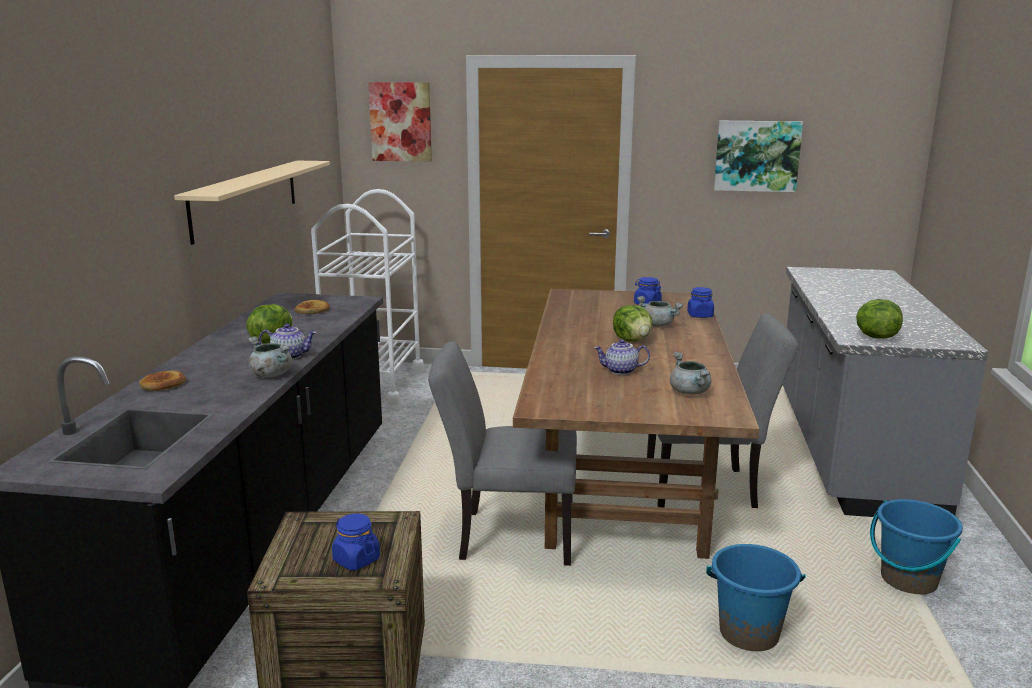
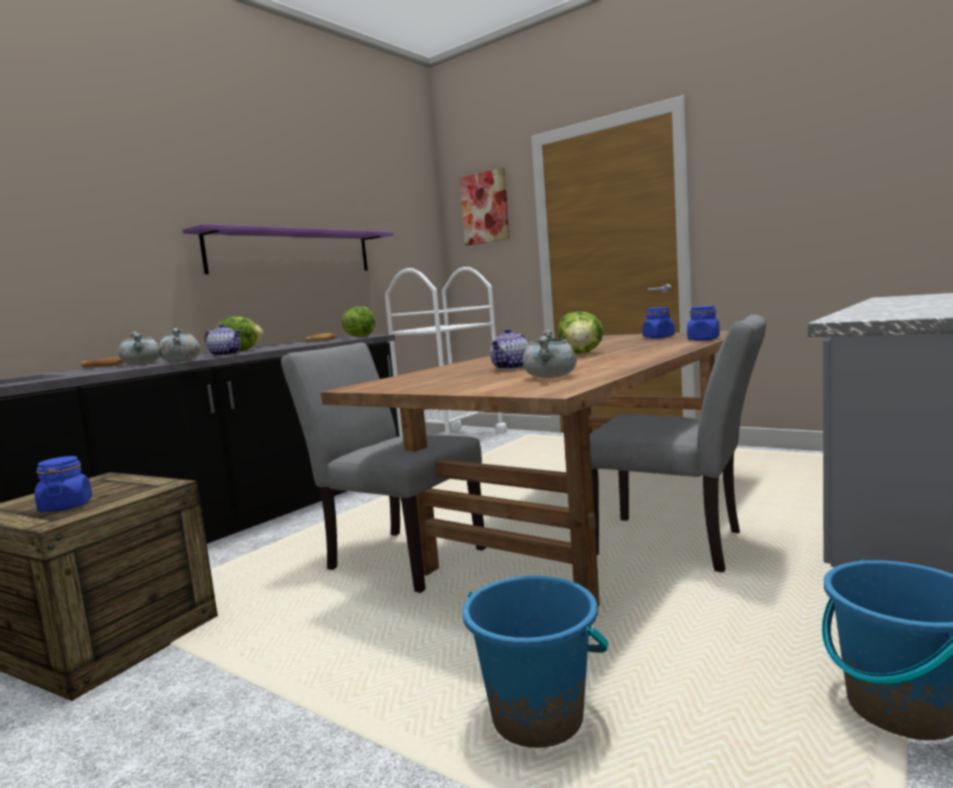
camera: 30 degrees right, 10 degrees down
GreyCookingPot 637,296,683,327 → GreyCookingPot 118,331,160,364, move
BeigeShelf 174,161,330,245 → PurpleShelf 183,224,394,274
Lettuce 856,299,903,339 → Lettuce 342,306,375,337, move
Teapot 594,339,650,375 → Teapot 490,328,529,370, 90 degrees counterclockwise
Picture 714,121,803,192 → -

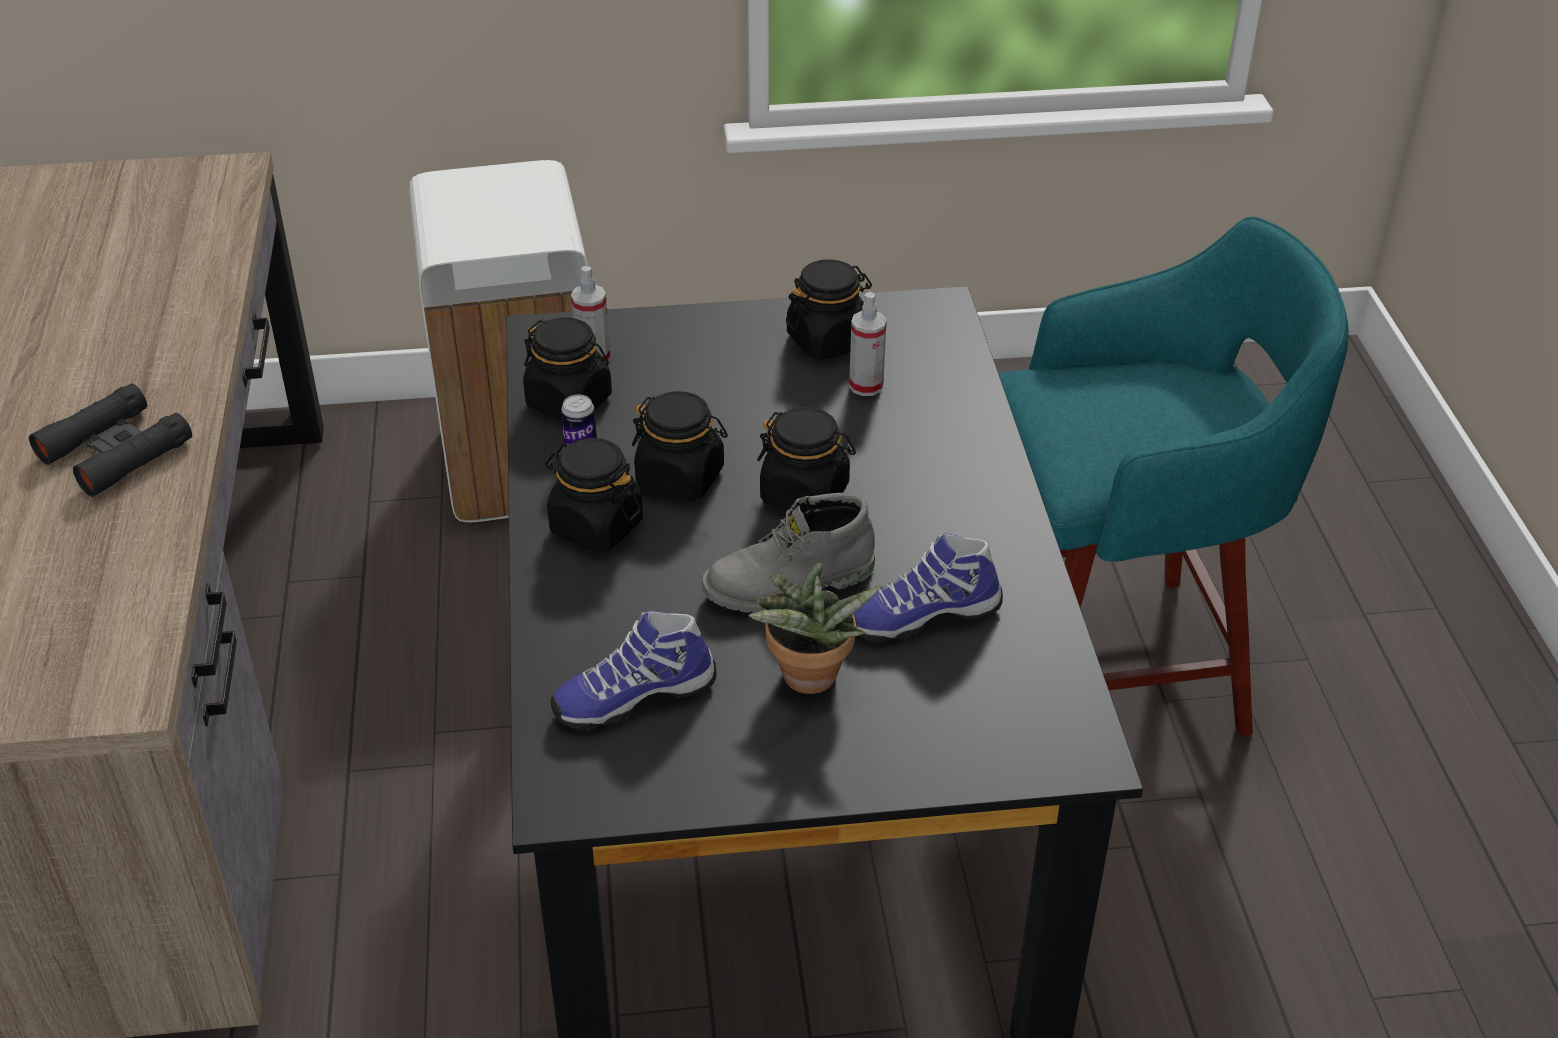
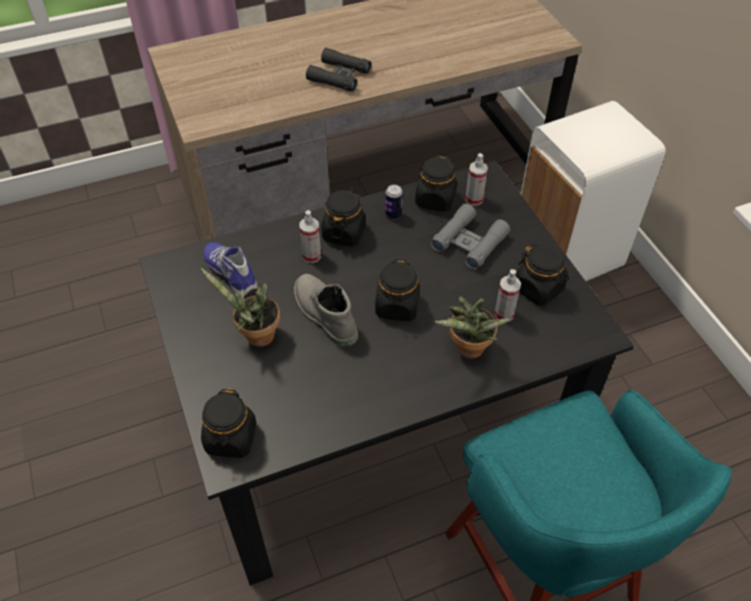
camera: 75 degrees right, 10 degrees up
BlackJar 632,391,728,501 → BlackJar 201,388,257,458, move
- → SprayBottle 299,210,321,263
- → GreyBinoculars 430,203,510,270
- → PottedPlant 435,297,512,359
Shoe 853,534,1003,642 → -

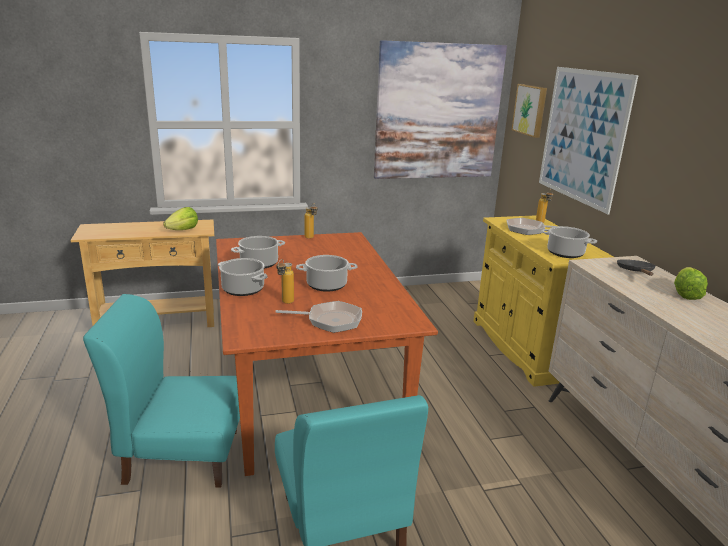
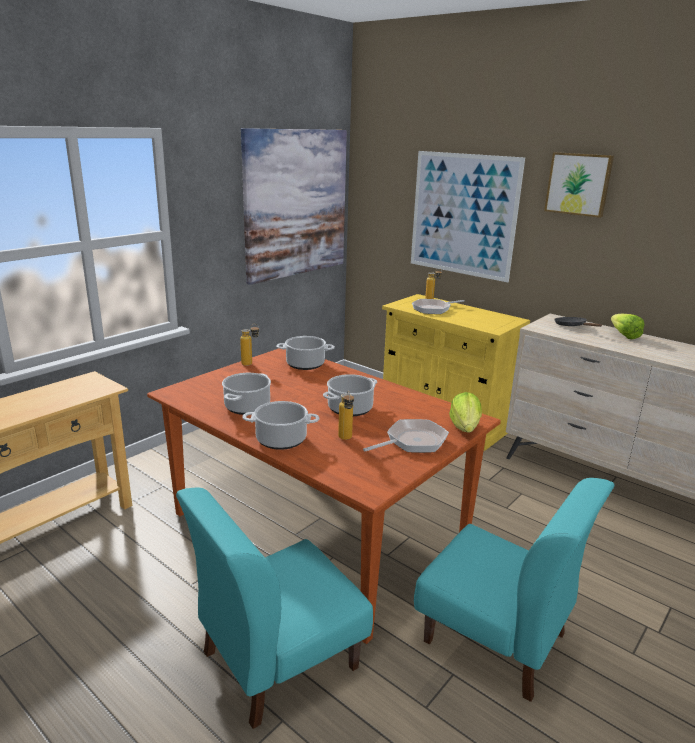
camera: 35 degrees left, 0 degrees up
CookingPot 541,226,597,258 → CookingPot 276,336,335,370, move
Lettuce 163,207,198,230 → Lettuce 449,392,482,433, move
Picture 512,84,547,138 → Picture 544,152,614,218, move

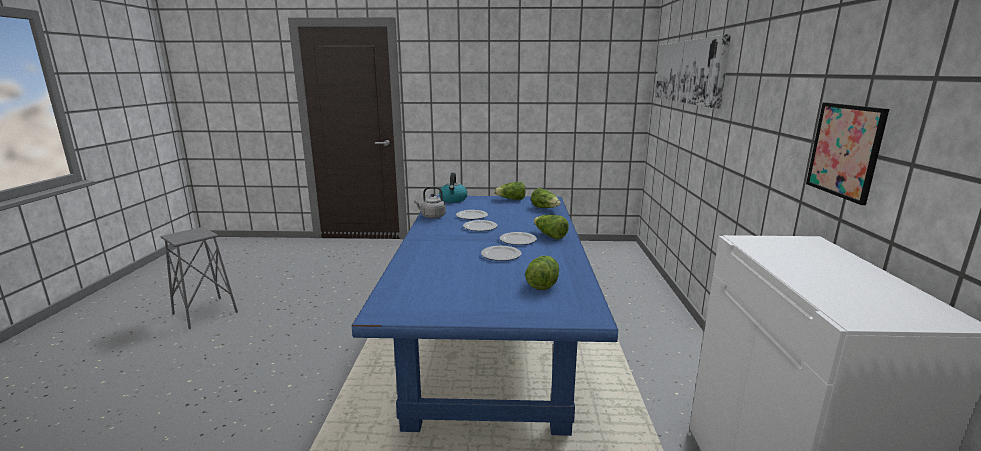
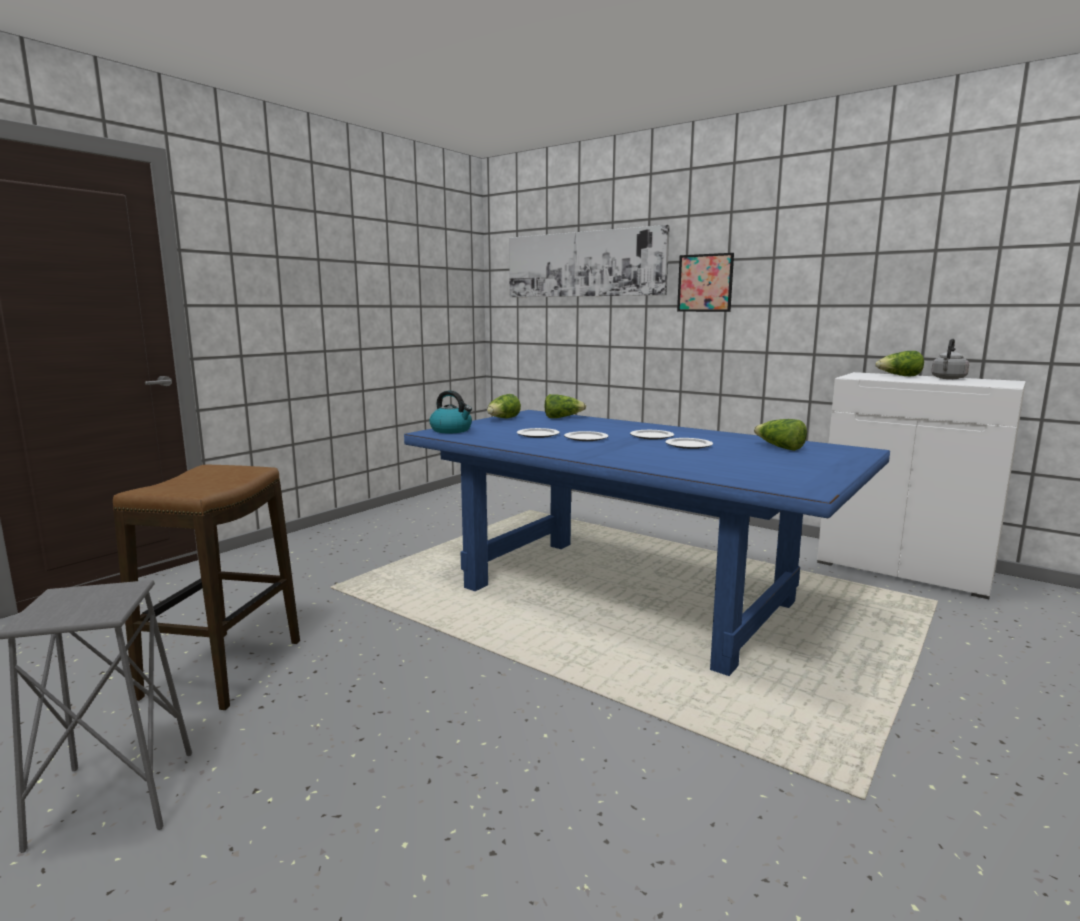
camera: 55 degrees left, 5 degrees down
- → Stool 113,465,300,710
Picture 806,103,889,205 → Picture 677,253,734,312, move
Lettuce 534,215,569,239 → Lettuce 875,351,924,376, move
GreyKettle 414,187,446,218 → GreyKettle 931,339,969,379, move

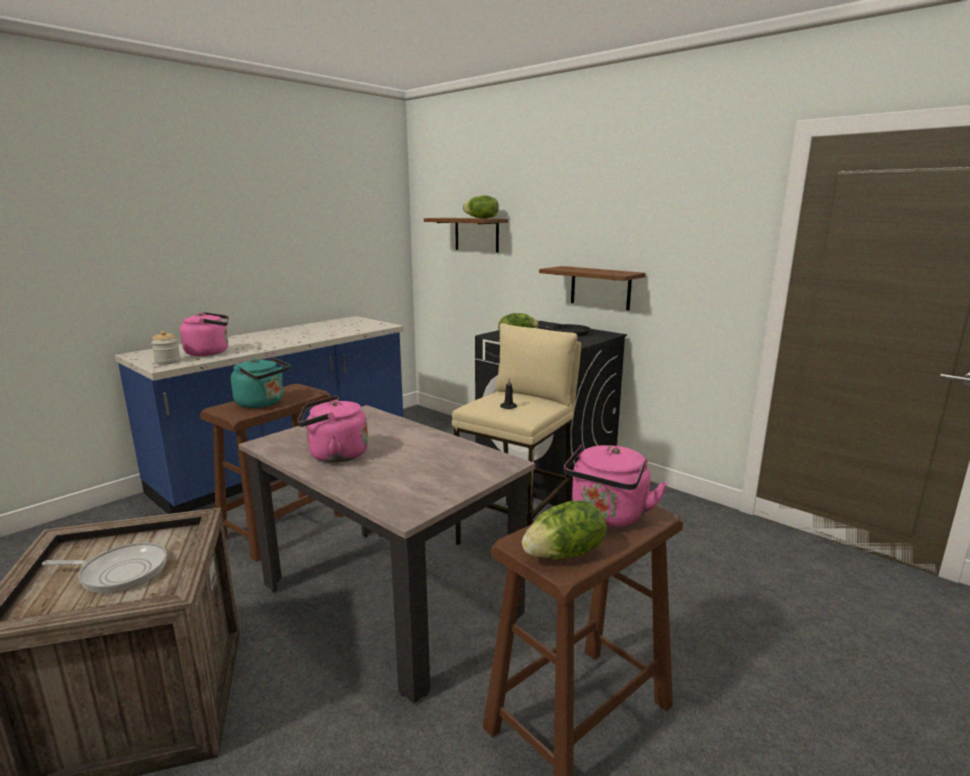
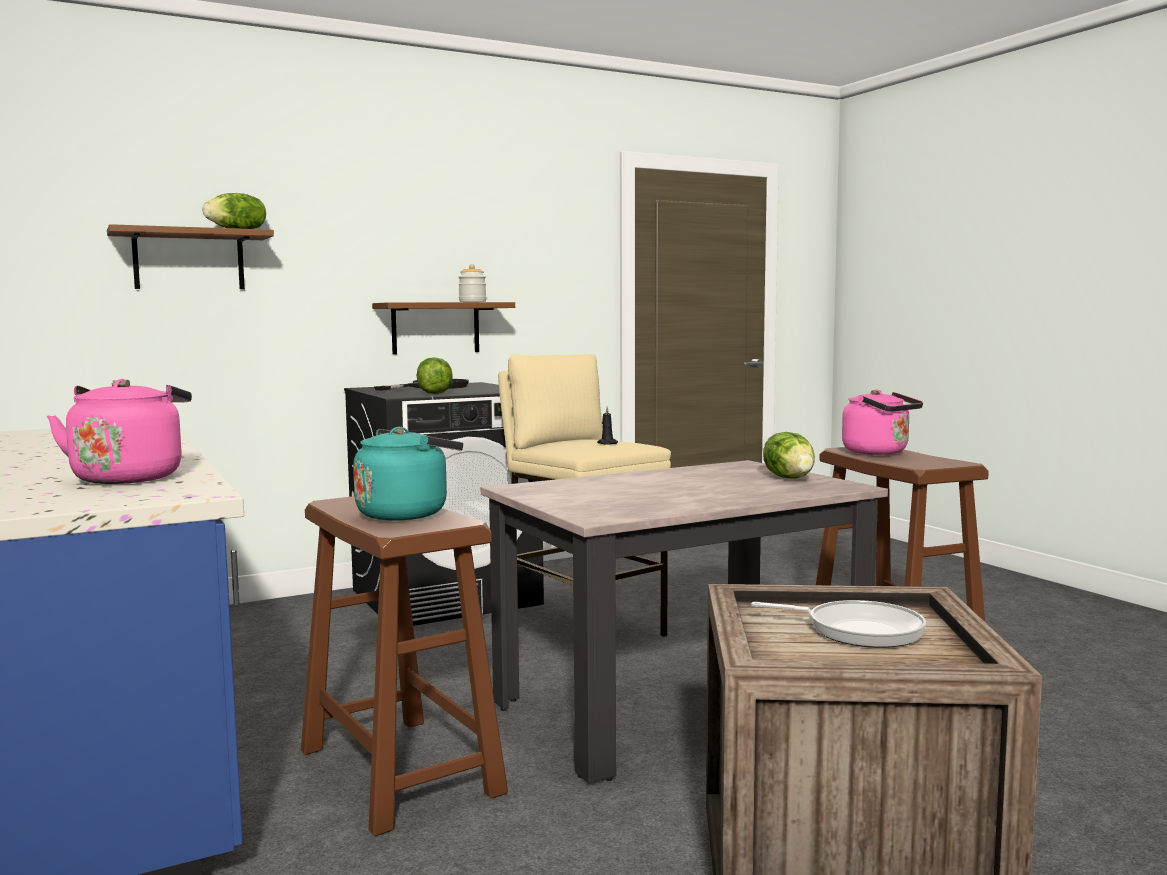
camera: 70 degrees left, 10 degrees down
Jar 151,331,181,365 → Jar 458,264,486,302, move
FryingPan 42,542,167,593 → FryingPan 751,600,926,648, 90 degrees clockwise
Lettuce 522,500,607,559 → Lettuce 763,432,815,479, move
PinkKettle 297,396,368,463 → -

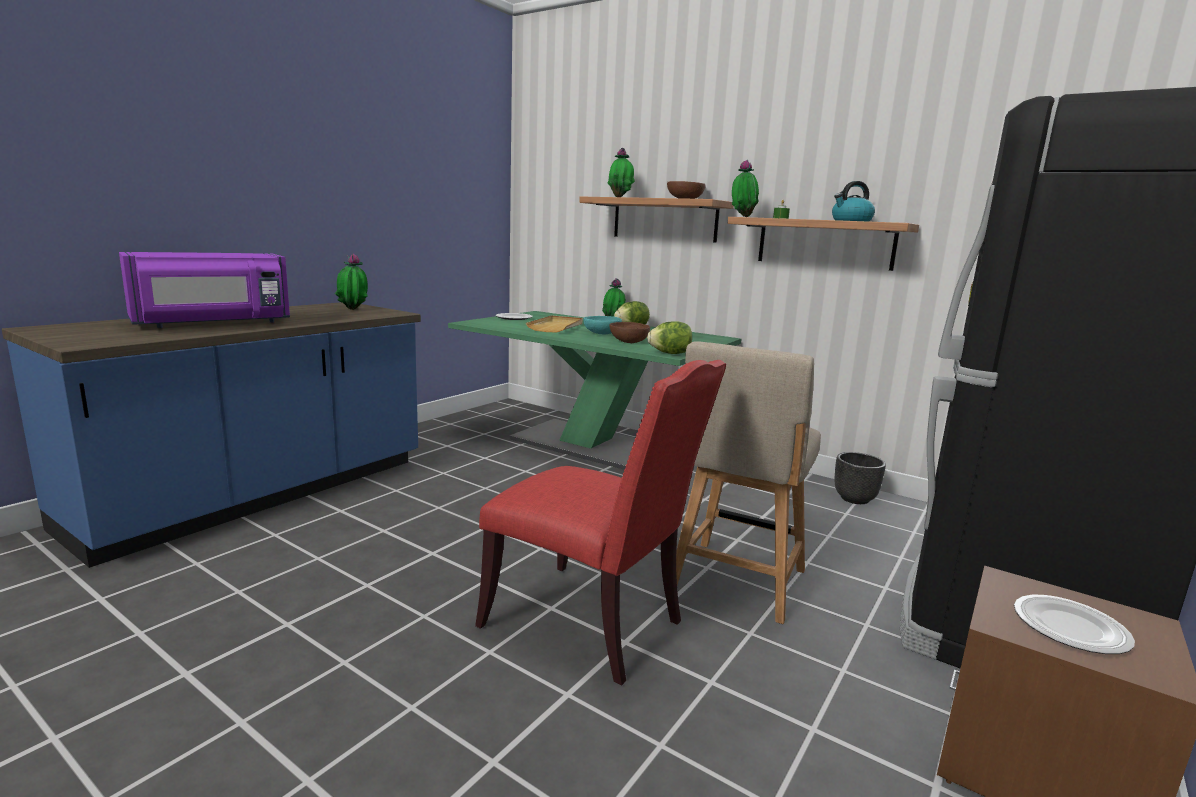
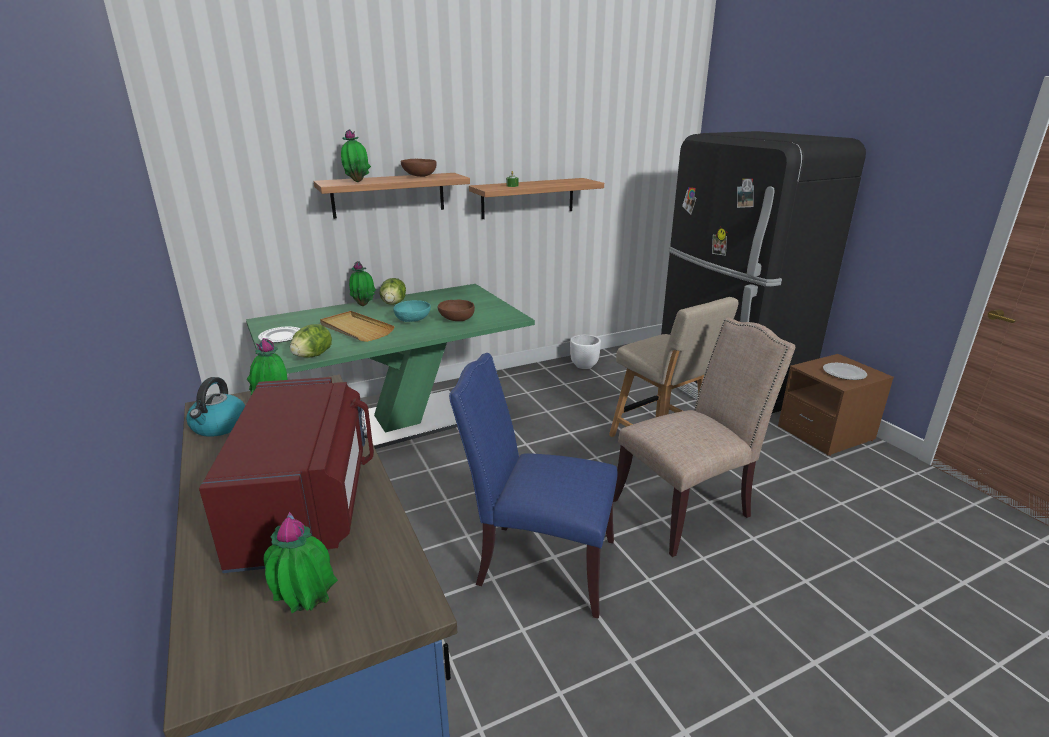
camera: 60 degrees left, 10 degrees up
Kettle 832,181,875,222 → Kettle 186,377,245,437, move
PurpleMicrowave 119,252,290,328 → RedMicrowave 199,377,374,573
PottedPlant 732,160,759,217 → PottedPlant 263,512,338,613, move
Lettuce 647,321,692,354 → Lettuce 290,324,332,357, move
- → BlueChair 449,353,617,619
BlackPlanter 835,452,886,504 → WhitePlanter 570,334,601,369
RedChair 475,360,726,685 → BeigeChair 613,317,795,557

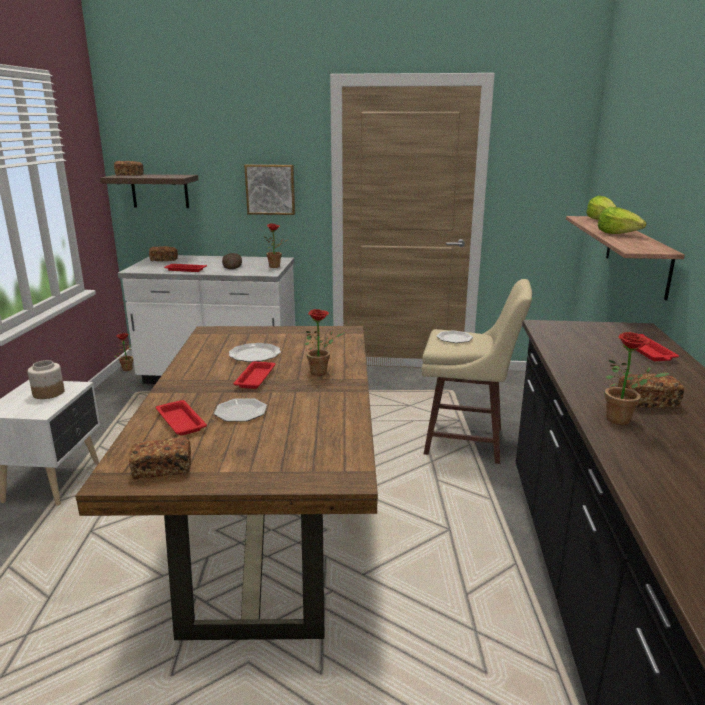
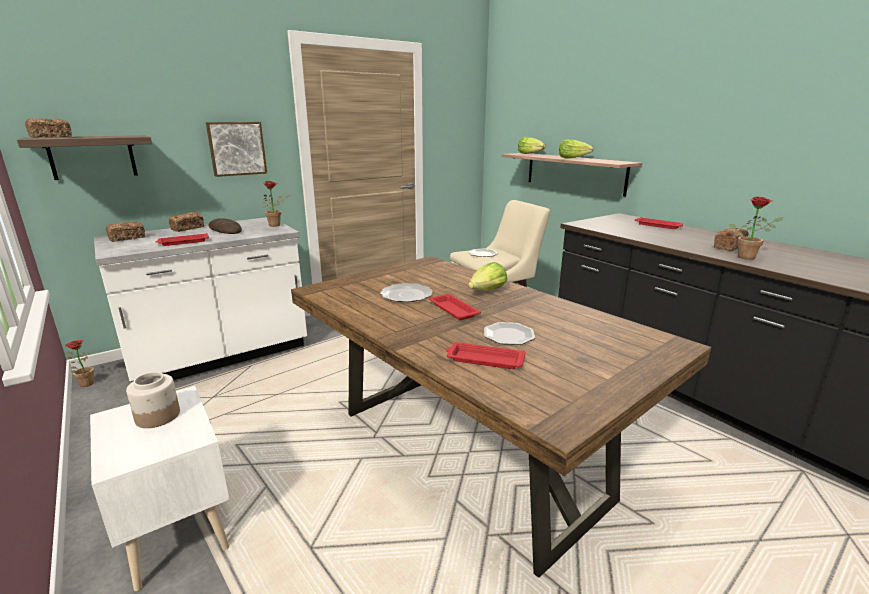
camera: 40 degrees left, 0 degrees up
Bread 129,437,191,479 → Bread 169,212,204,232, move
PottedPlant 305,309,345,376 → Lettuce 468,262,507,291

